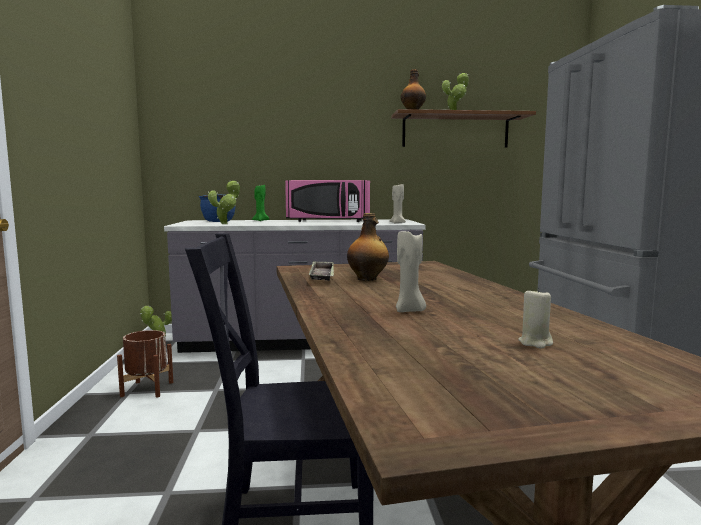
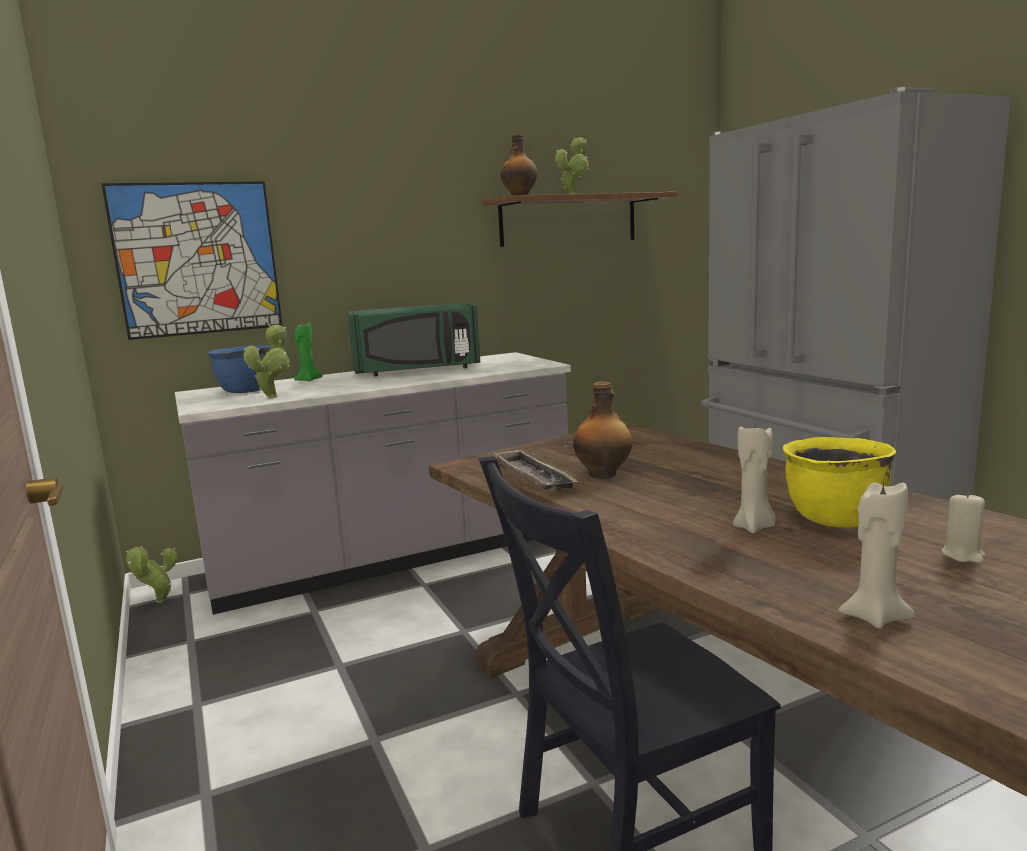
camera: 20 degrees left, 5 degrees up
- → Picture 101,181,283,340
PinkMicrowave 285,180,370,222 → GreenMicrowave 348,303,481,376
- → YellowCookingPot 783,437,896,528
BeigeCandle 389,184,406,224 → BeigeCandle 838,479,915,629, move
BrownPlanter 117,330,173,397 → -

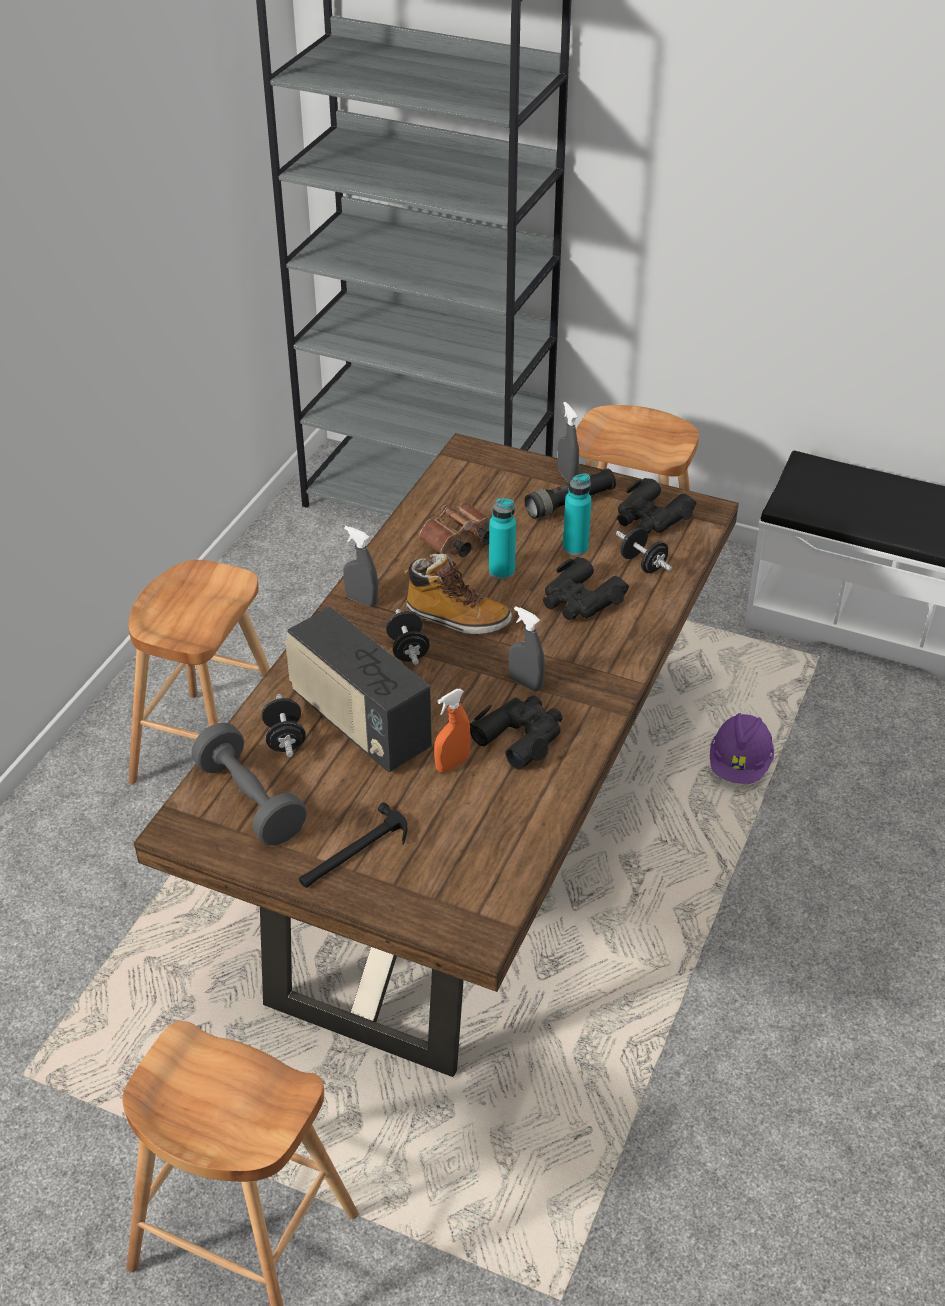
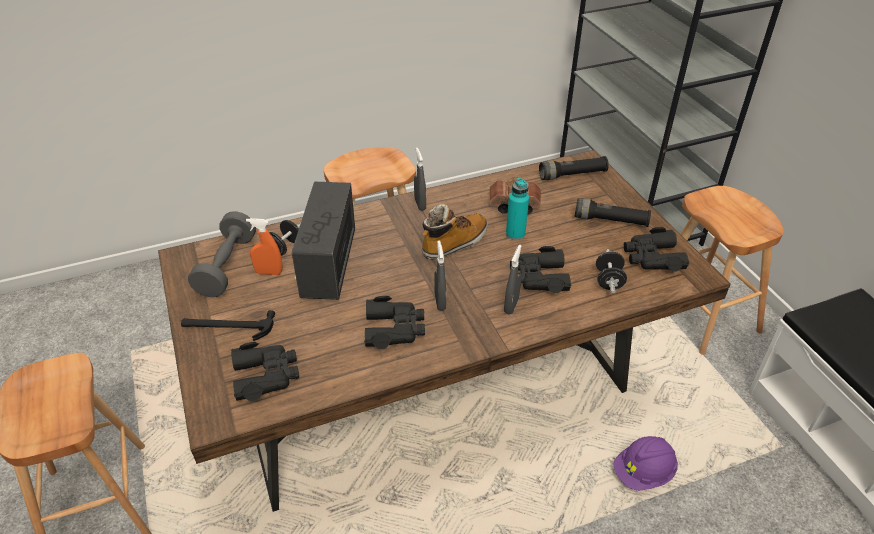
camera: 45 degrees right, 0 degrees up
- → BlackBinoculars 231,342,299,401
OrangeSprayBottle 434,689,471,773 → OrangeSprayBottle 246,218,282,275, move
Boot 405,553,512,635 → Boot 422,204,488,260, 105 degrees counterclockwise
GreySprayBottle 557,402,579,483 → GreySprayBottle 504,245,522,315, move
- → BlackFlashlight 539,156,609,180
BlackDumbbell 386,609,430,665 → -
TurquoiseBottle 563,473,592,556 → -

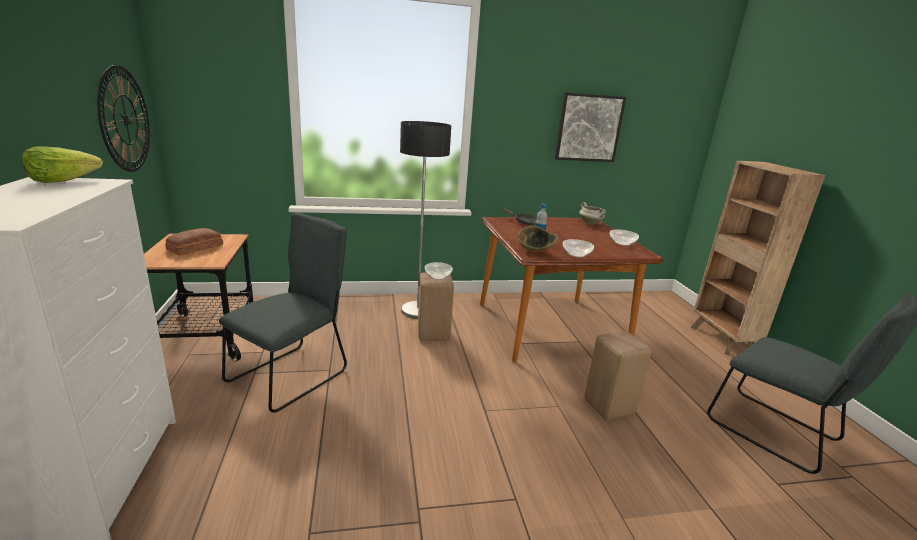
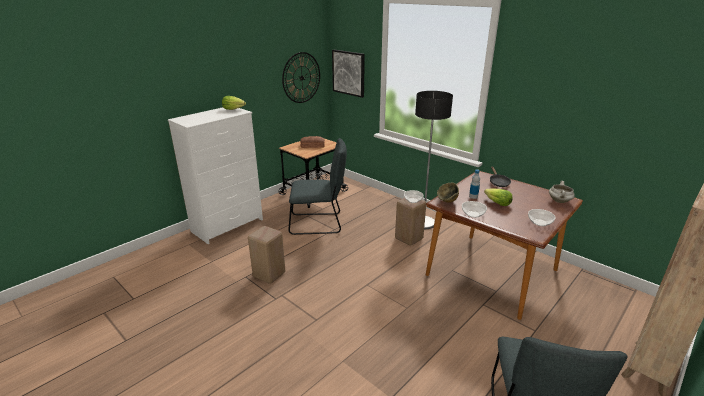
camera: 55 degrees right, 5 degrees up
BeigeStool 584,331,652,421 → BeigeStool 248,226,285,284, move
Picture 554,92,626,162 → Picture 332,50,365,98, move
- → Lettuce 484,188,513,206

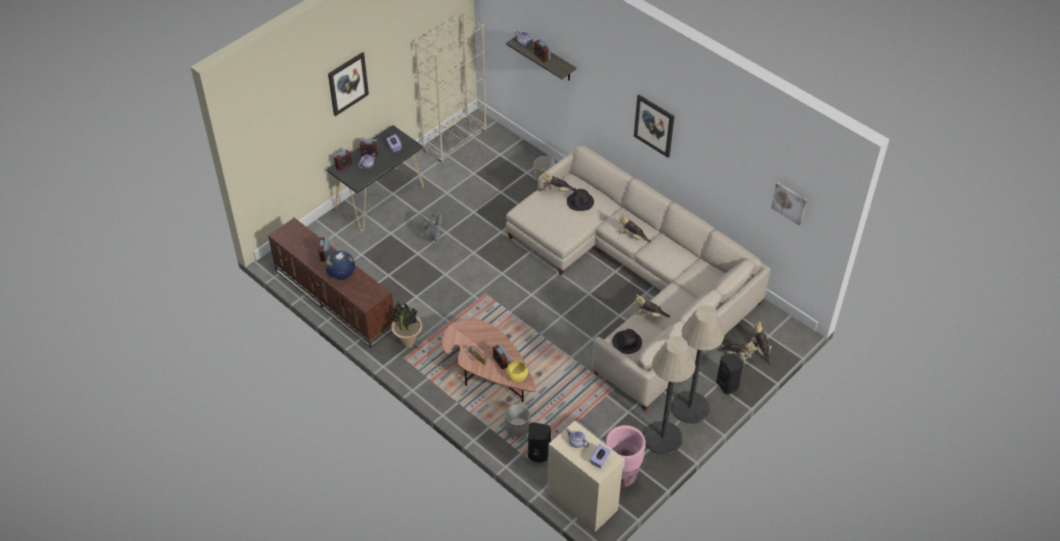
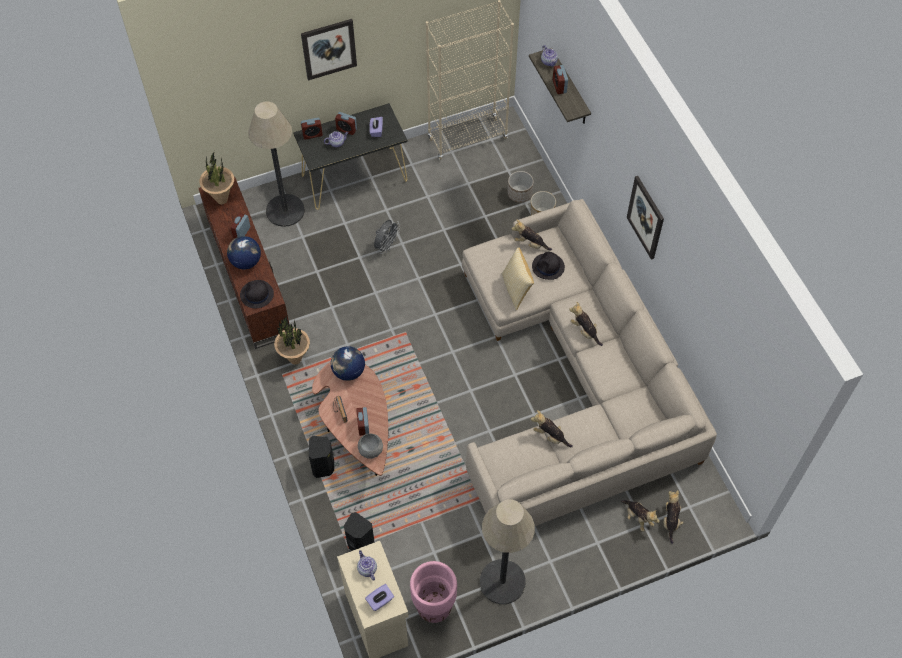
camera: 25 degrees right, 10 degrees up
- → PottedPlant 199,151,234,204
BlackHat 612,329,642,354 → BlackHat 240,280,274,308, move
FloorLamp 671,305,724,424 → FloorLamp 248,101,305,227, move
BlackSpeaker 716,353,743,395 → BlackSpeaker 309,436,334,478, move
- → Globe 331,346,365,381
YellowBowl 506,361,528,382 → GreyBowl 358,434,383,459
- → Pillow 502,247,534,310
Planter 505,405,531,436 → Planter 507,171,534,203, move
Picture 771,182,807,226 → -

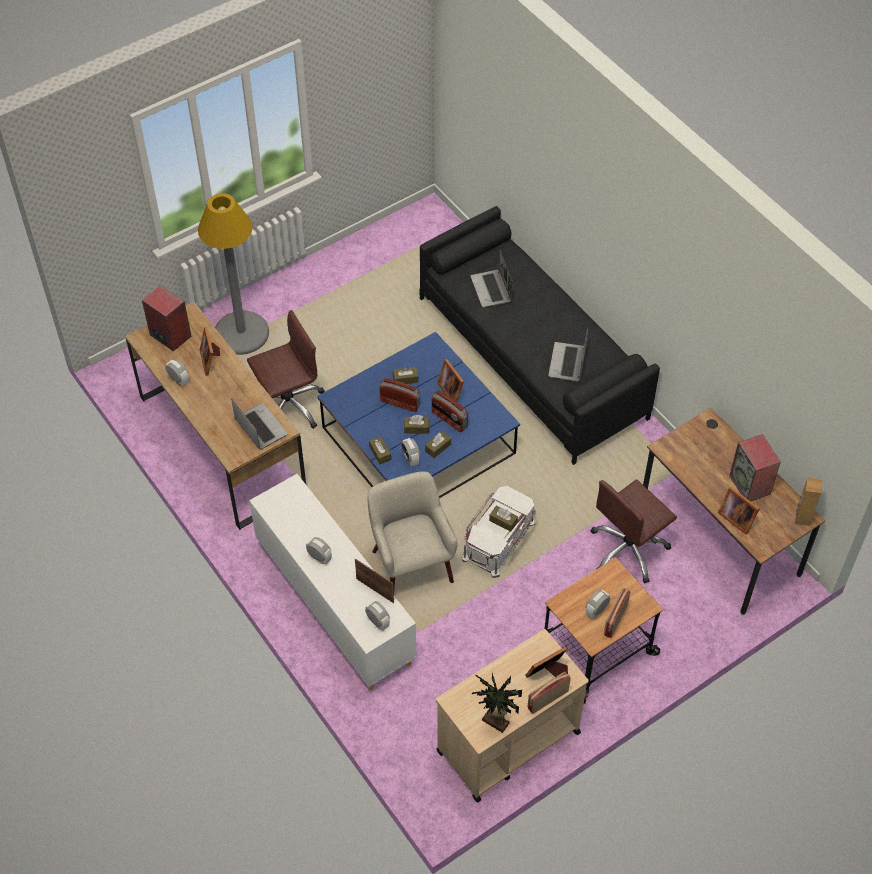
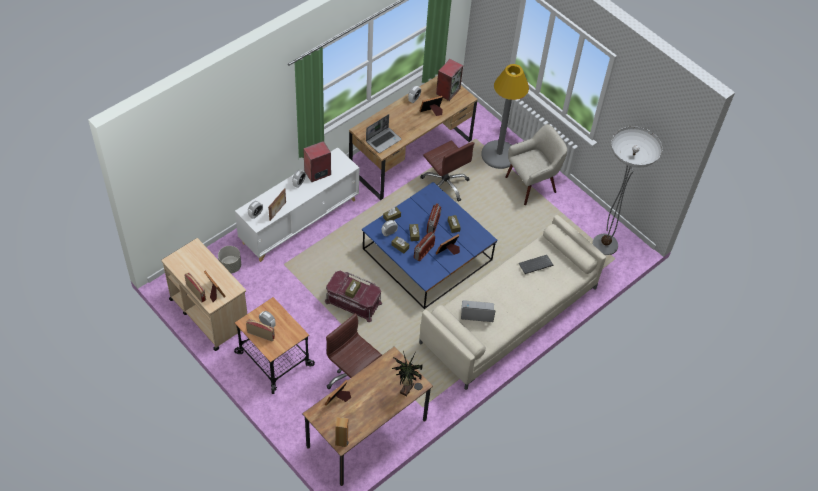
camera: 80 degrees right, 0 degrees up
- → GreyPlanter 218,246,241,273
Speaker 729,434,781,502 → Speaker 303,141,331,182, move
WhiteStorageBox 461,486,536,578 → RedStorageBox 325,271,382,322
PottedPlant 472,673,522,733 → PottedPlant 392,351,423,397, move
BlackSofa 420,206,660,465 → BeigeSofa 419,215,606,390
BeigeArmchair 367,472,458,589 → BeigeArmchair 505,124,567,205, move
Laptop 470,251,513,307 → Keyboard 519,255,553,274
- → FloorLamp 592,127,662,255

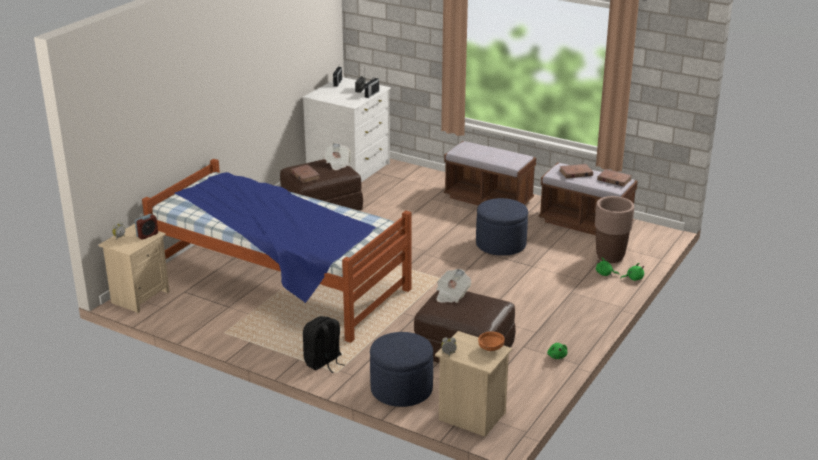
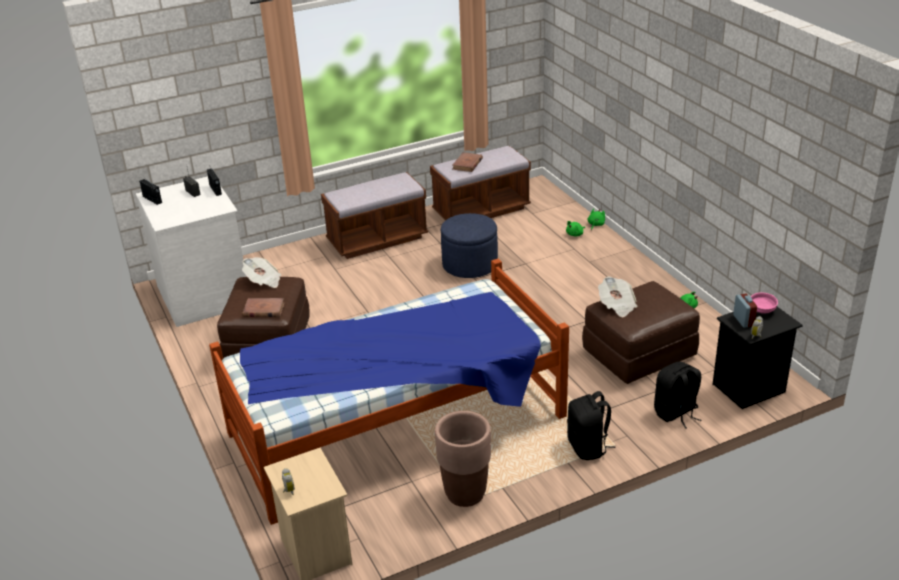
camera: 55 degrees left, 5 degrees up
BrownPlanter 595,196,634,263 → BrownPlanter 435,411,491,507, move
BlueOttoman 370,332,433,407 → BlackBackpack 654,361,701,429
BeigeNightstand 435,331,512,437 → BlackNightstand 712,307,803,409
AlarmClock 135,214,158,240 → AlarmClock 733,294,757,328, move
OrangeBowl 478,332,505,351 → PinkBowl 750,292,778,313
BrownBook 597,169,632,187 → -

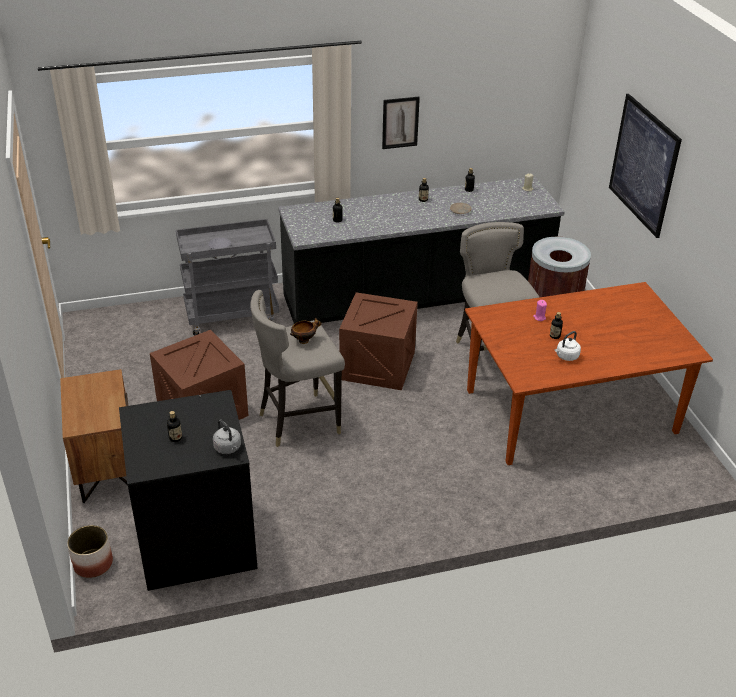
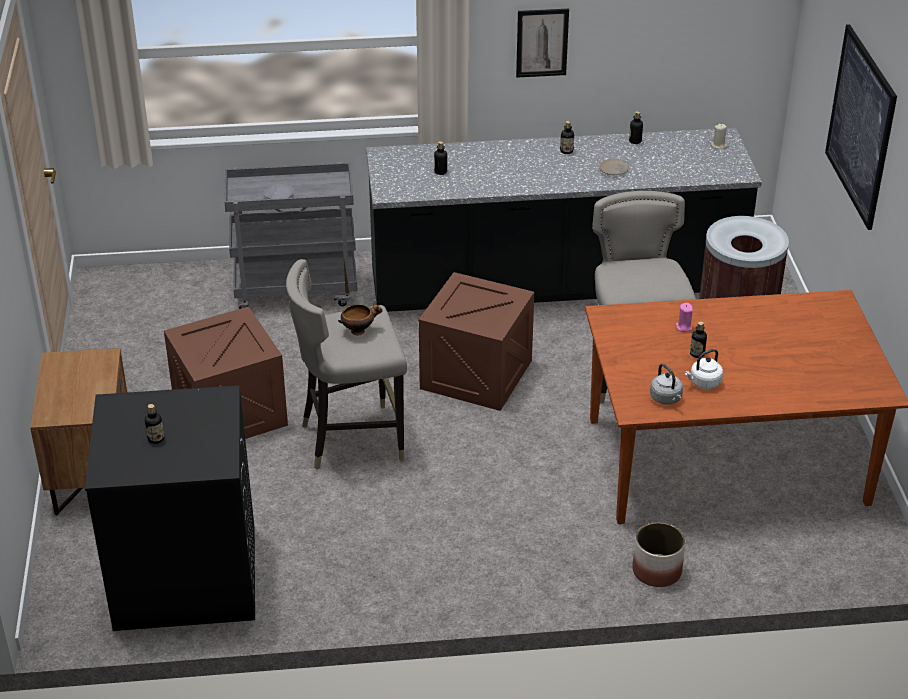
camera: 10 degrees right, 0 degrees up
Planter 67,525,113,578 → Planter 633,522,685,587, move
GreyKettle 213,420,241,454 → GreyKettle 650,364,683,405, move

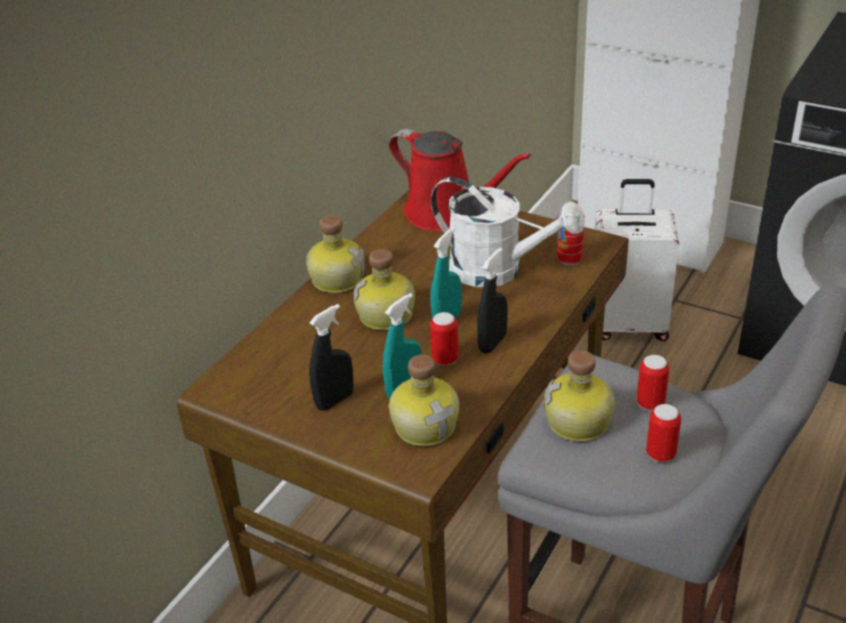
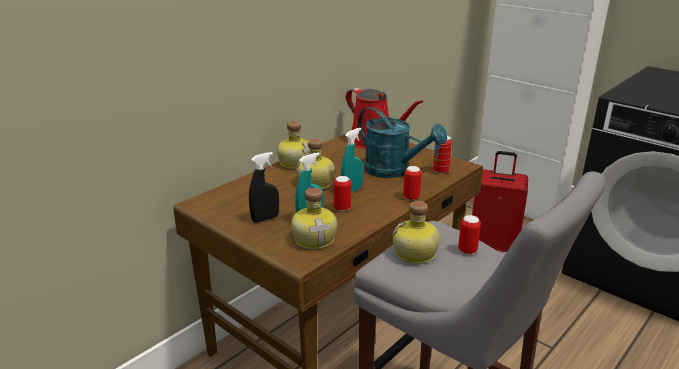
camera: 10 degrees right, 10 degrees down
WhiteWateringCan 431,177,585,287 → TurquoiseWateringCan 358,107,447,178
Can 646,404,681,462 → Can 403,166,422,200, move
WhiteSuitcase 595,179,679,341 → RedSuitcase 472,151,528,252
BlackSprayBottle 477,248,508,354 → -

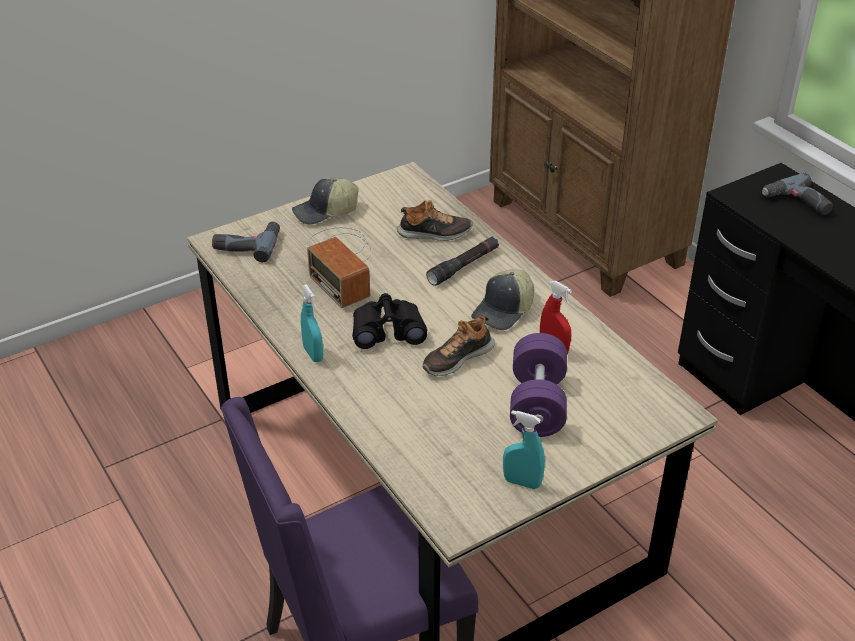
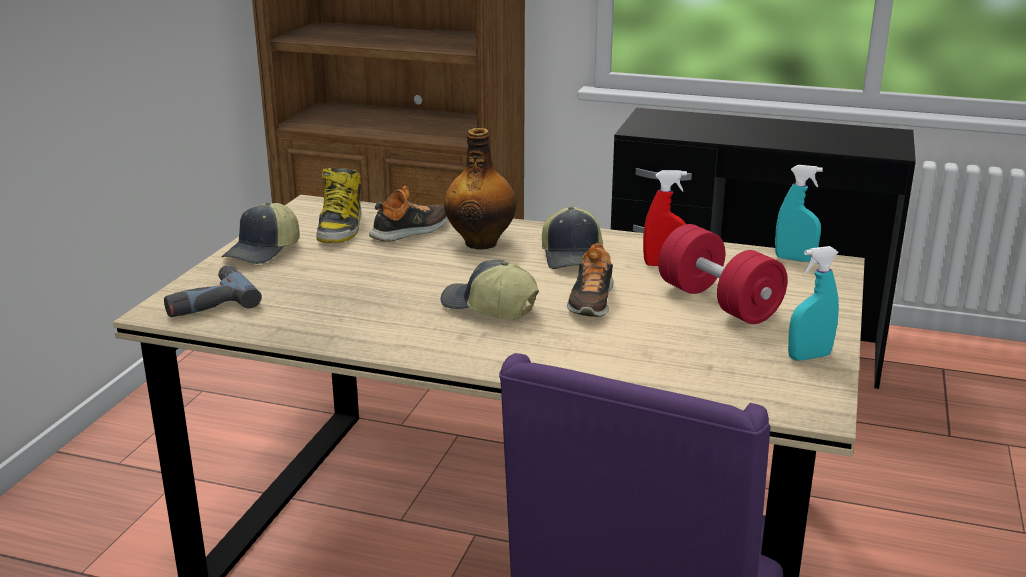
camera: 40 degrees left, 15 degrees down
- → Boot 316,168,361,243
BlackBinoculars 352,293,427,349 → Cap 441,260,539,319
BlackFlashlight 426,236,499,286 → Bottle 444,128,516,250
PurpleDumbbell 510,333,567,437 → RedDumbbell 658,224,788,324
TurquoiseSprayBottle 301,284,323,362 → TurquoiseSprayBottle 775,165,823,262, move
Radio 306,227,372,308 → -
PowerDrill 762,173,833,215 → -

